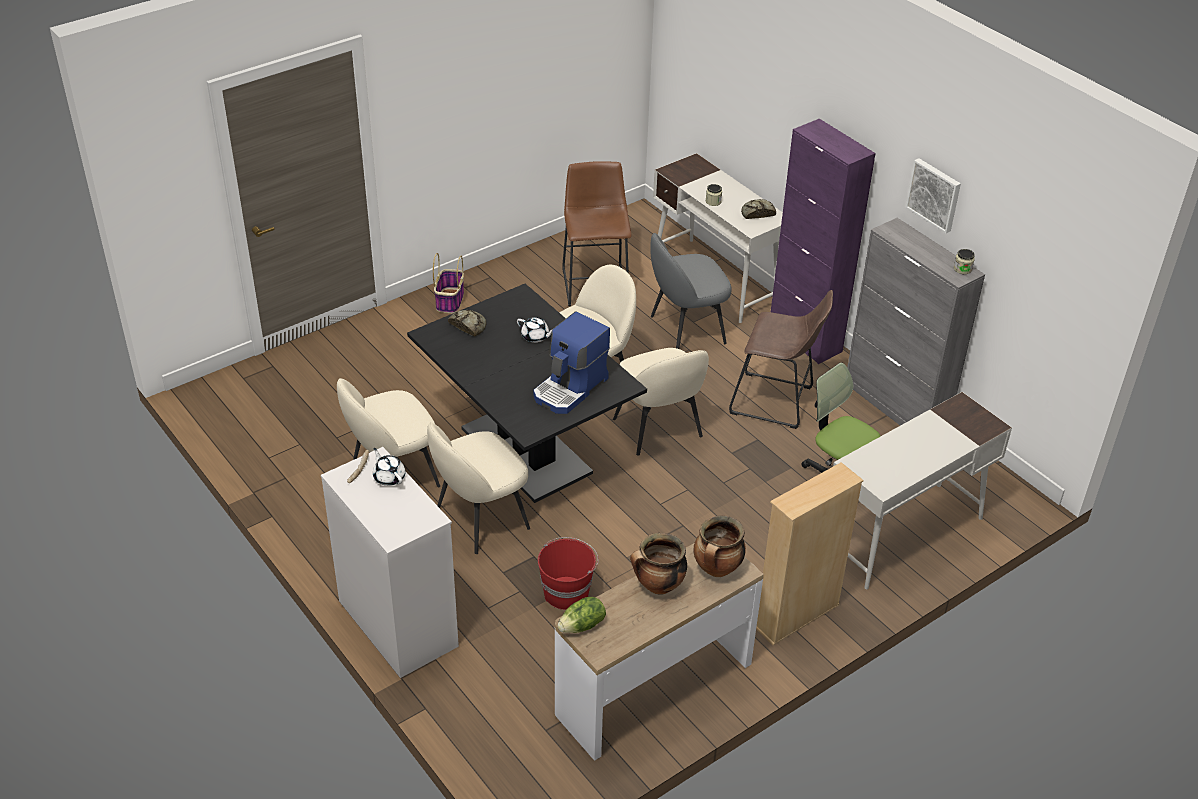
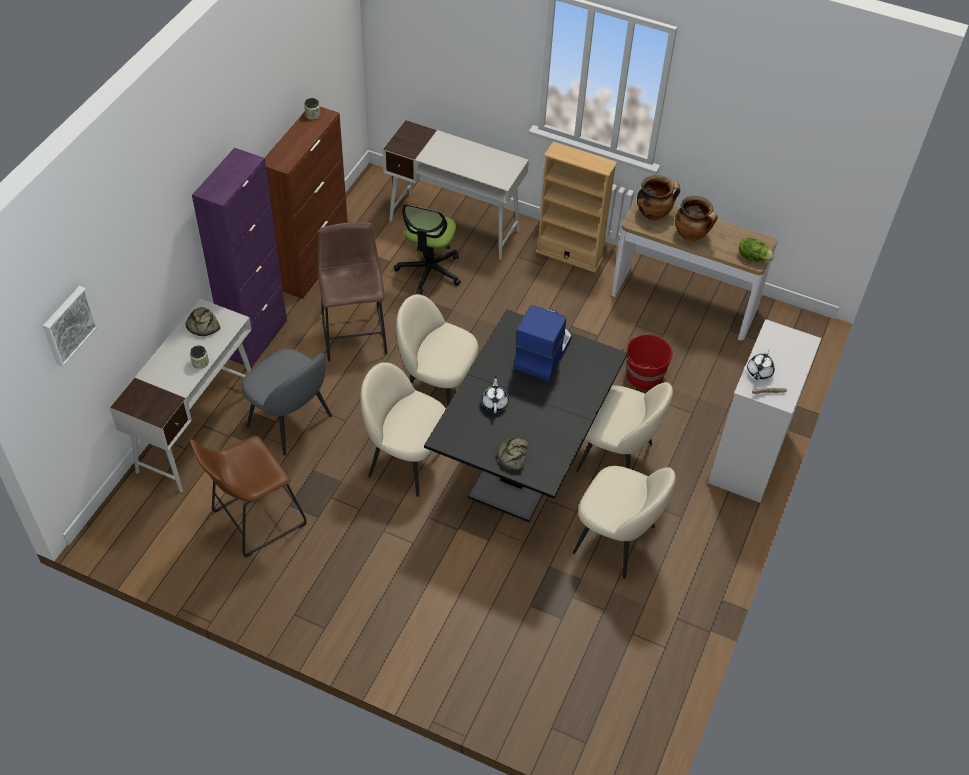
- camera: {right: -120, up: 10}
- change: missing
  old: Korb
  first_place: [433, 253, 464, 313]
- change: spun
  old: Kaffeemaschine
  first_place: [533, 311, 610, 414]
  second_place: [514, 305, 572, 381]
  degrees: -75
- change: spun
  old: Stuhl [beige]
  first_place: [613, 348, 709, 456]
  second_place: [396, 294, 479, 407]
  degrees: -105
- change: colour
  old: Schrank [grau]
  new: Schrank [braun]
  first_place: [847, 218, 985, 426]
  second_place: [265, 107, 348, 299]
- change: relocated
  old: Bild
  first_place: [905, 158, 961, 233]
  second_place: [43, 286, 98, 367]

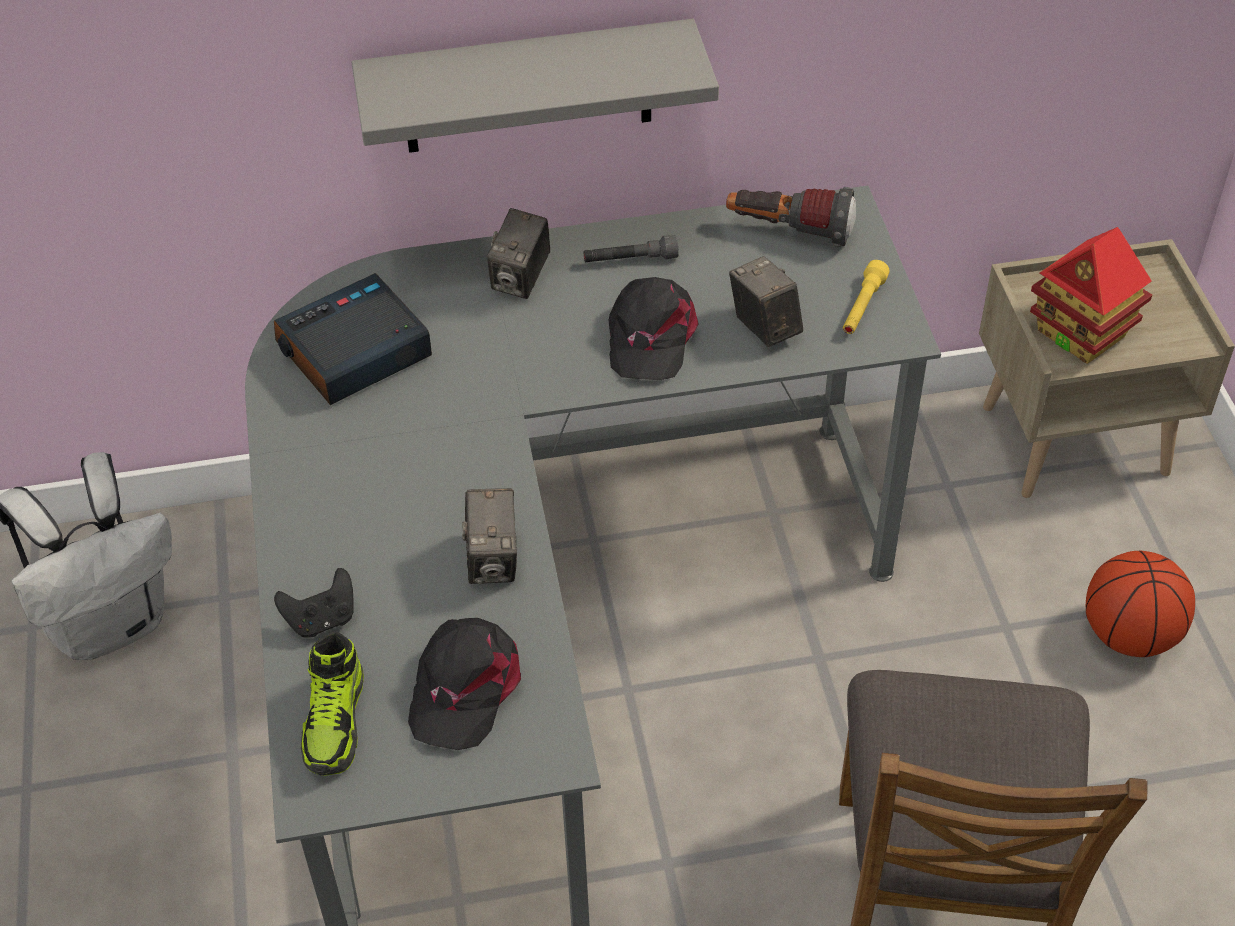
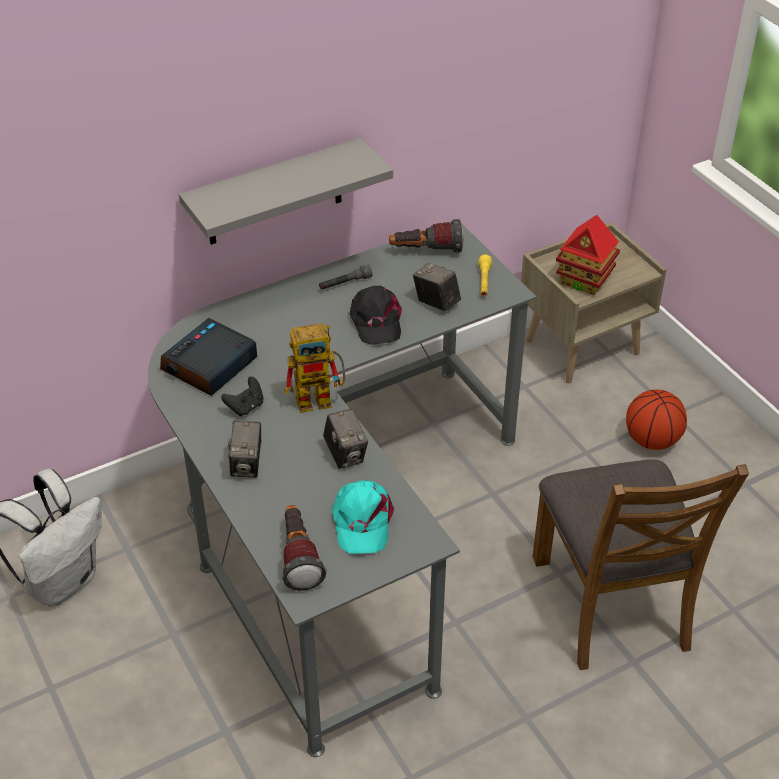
- camera: {right: -20, up: -5}
- change: relocated
  old: Gamepad [schwarz]
  first_place: [274, 568, 353, 638]
  second_place: [221, 377, 264, 416]
- change: exchanged
  old: Schuh
  new: Taschenlampe
  first_place: [301, 632, 364, 775]
  second_place: [281, 505, 327, 591]
- change: colour
  old: Kappe [schwarz]
  new: Kappe [türkis]
  first_place: [408, 618, 521, 750]
  second_place: [332, 480, 394, 554]
- change: relocated
  old: Kamera
  first_place: [487, 208, 550, 299]
  second_place: [227, 420, 261, 478]
- change: appeared
  new: Spielzeugroboter
  second_place: [284, 323, 345, 413]

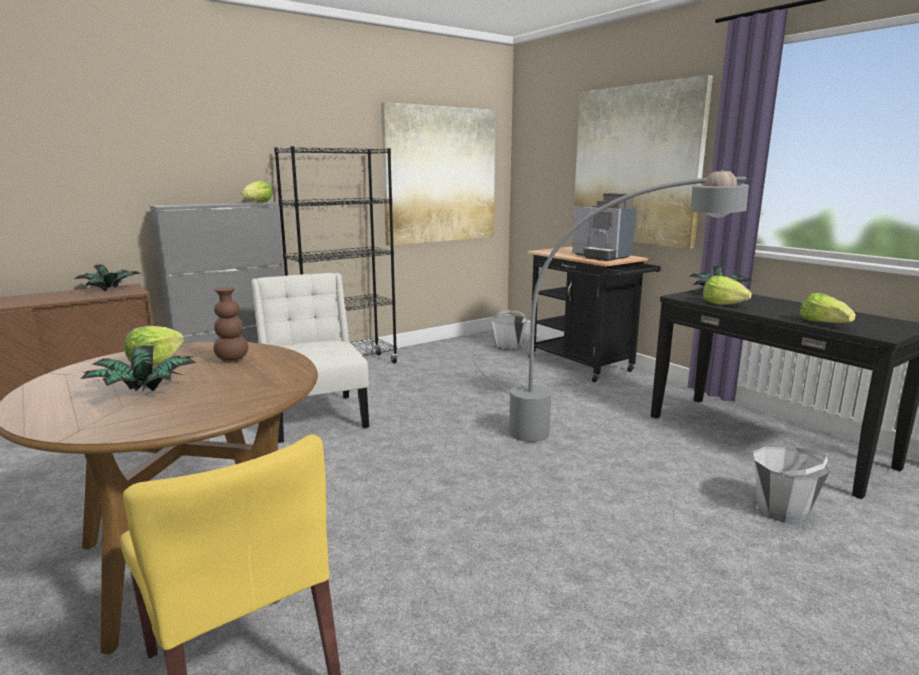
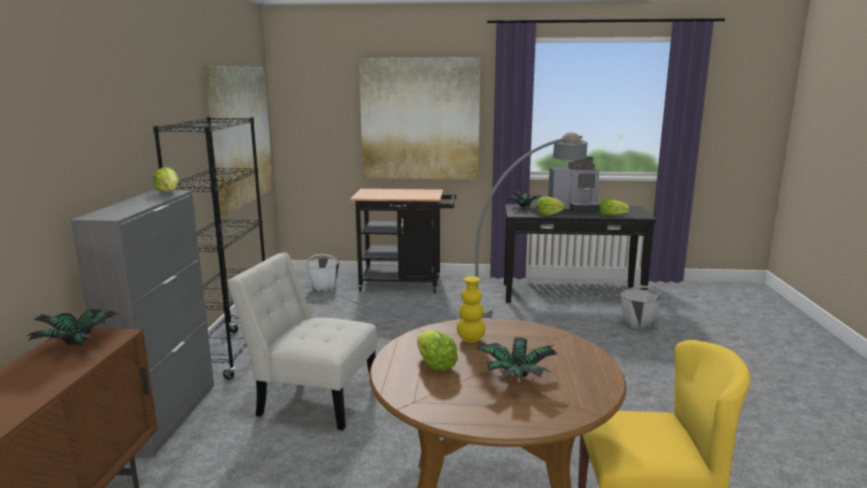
- camera: {right: -50, up: 0}
- change: colour
  old: Vase [braun]
  new: Vase [gelb]
  first_place: [213, 287, 248, 363]
  second_place: [457, 276, 485, 343]
- change: relocated
  old: Kaffeemaschine
  first_place: [572, 193, 636, 261]
  second_place: [548, 156, 599, 213]

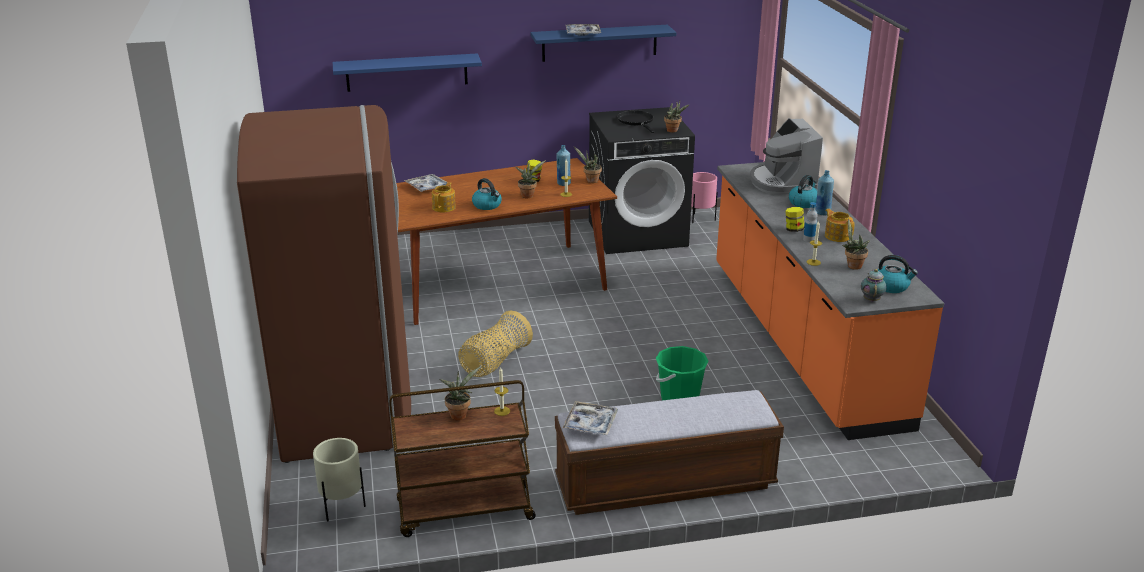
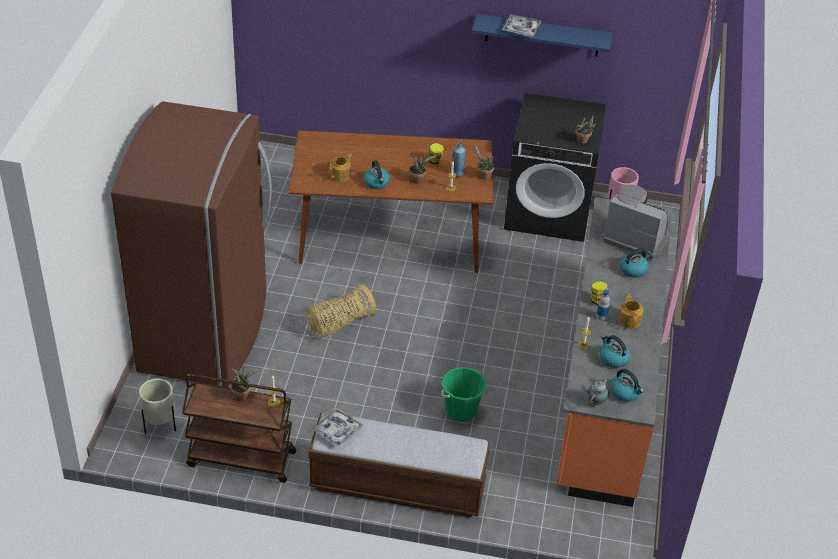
- camera: {right: 20, up: 15}
- change: missing
  old: Wandregal [blau]
  first_place: [333, 53, 482, 92]
- change: missing
  old: Tablett
  first_place: [404, 174, 448, 192]
- change: missing
  old: Pfanne [schwarz]
  first_place: [617, 111, 655, 133]
- change: spun
  old: Kaffeemaschine
  first_place: [750, 118, 823, 194]
  second_place: [602, 185, 669, 260]
  degrees: 105
- change: missing
  old: Flasche [blau]
  first_place: [816, 170, 834, 215]
- change: exchanged
  old: Topfpflanze
  new: Wasserkessel
  first_place: [842, 219, 870, 270]
  second_place: [600, 335, 630, 368]

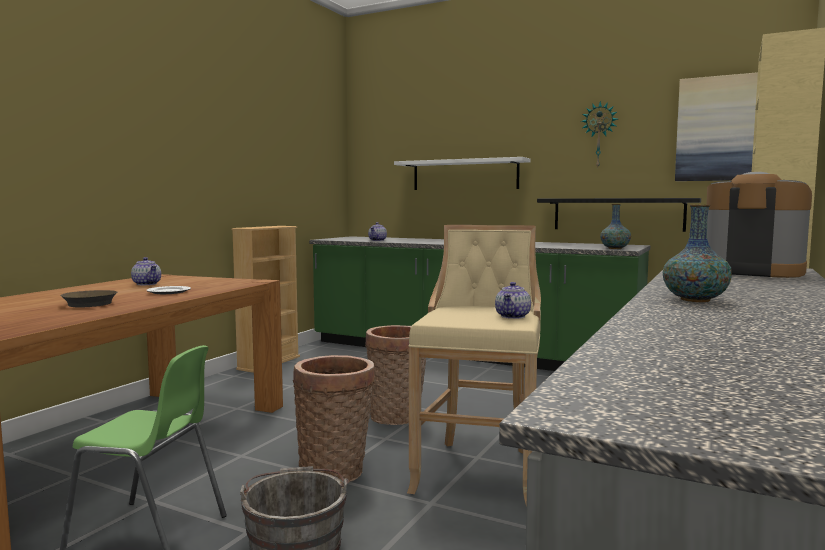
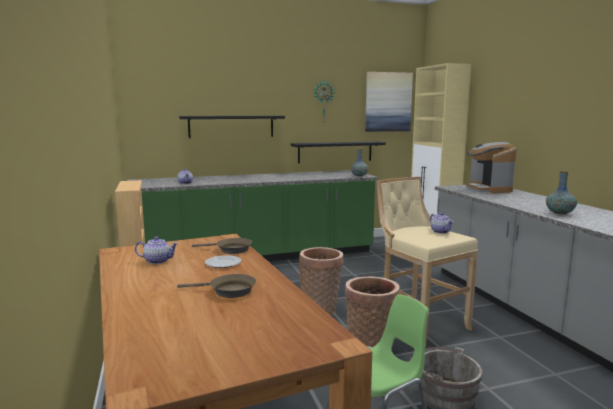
- camera: {right: -45, up: 5}
- change: colour
  old: Wandregal [weiß]
  new: Wandregal [schwarz]
  first_place: [394, 157, 531, 190]
  second_place: [179, 116, 285, 138]
- change: spun
  old: Kaffeemaschine
  first_place: [707, 172, 812, 278]
  second_place: [466, 142, 517, 193]
  degrees: -90
- change: appeared
  new: Pfanne [braun]
  second_place: [192, 238, 252, 254]

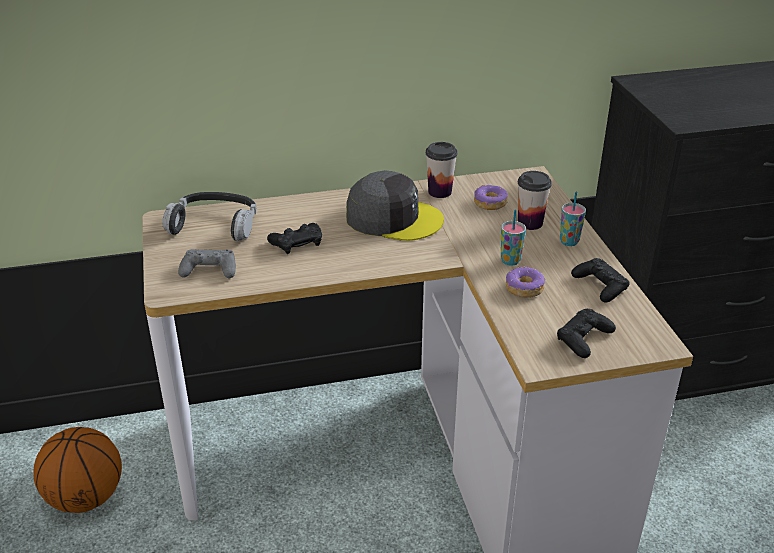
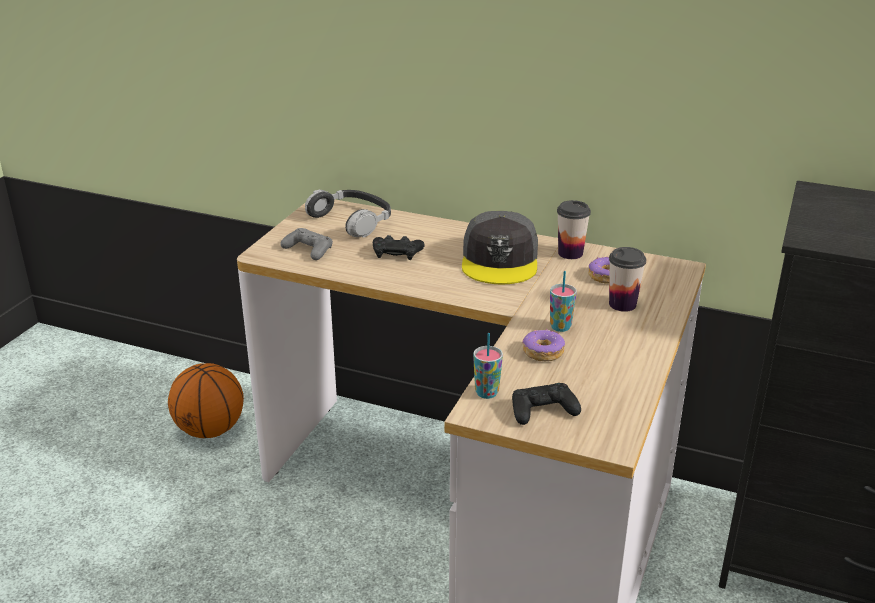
- camera: {right: 35, up: -5}
- change: spun
  old: Kappe [grau]
  first_place: [346, 170, 444, 241]
  second_place: [462, 211, 538, 285]
  degrees: 45
- change: relocated
  old: Tasse
  first_place: [560, 191, 586, 246]
  second_place: [473, 333, 503, 399]
- change: missing
  old: Gamepad [schwarz]
  first_place: [571, 258, 630, 303]

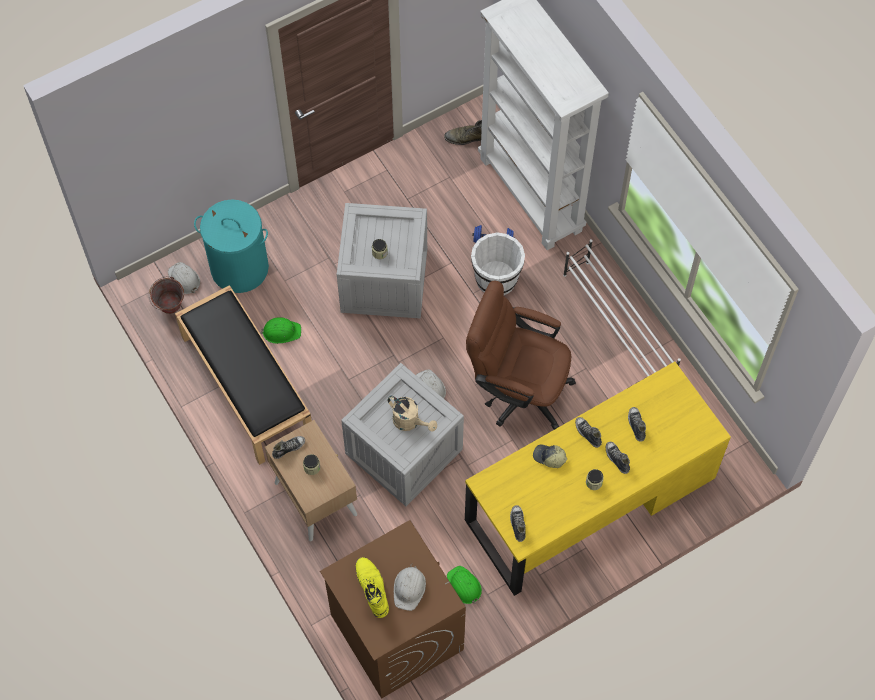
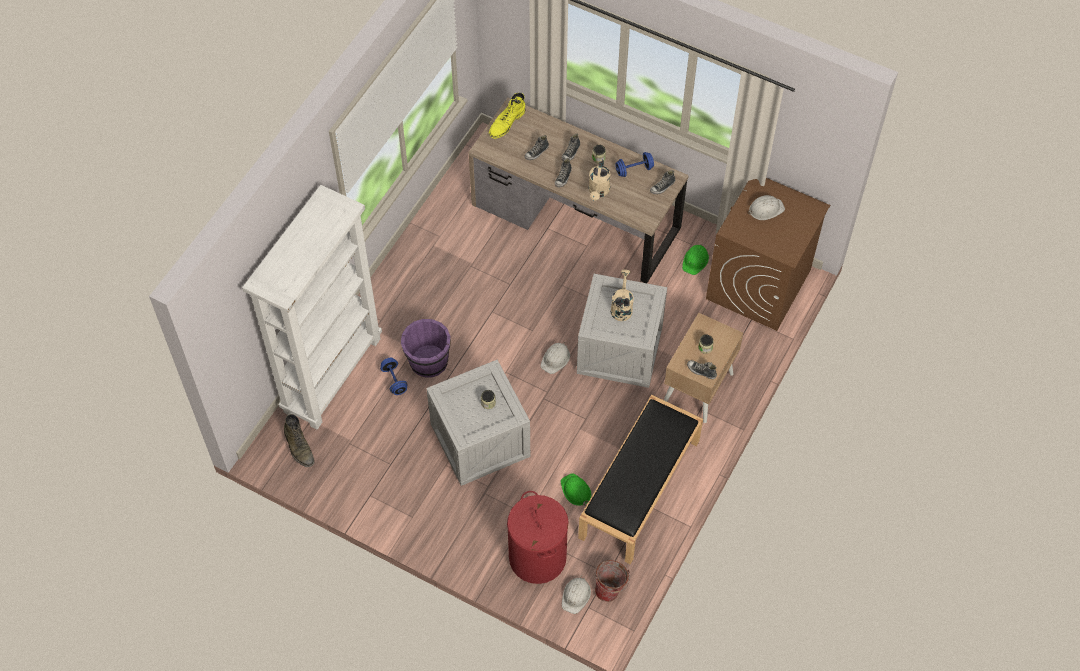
- camera: {right: -120, up: -5}
- change: colour
  old: Wäschekorb [türkis]
  new: Wäschekorb [rot]
  first_place: [194, 199, 269, 293]
  second_place: [507, 491, 569, 584]
- change: relocated
  old: Stiefel [gelb]
  first_place: [355, 557, 389, 618]
  second_place: [489, 93, 525, 139]
- change: colour
  old: Schreibtisch [gelb]
  new: Schreibtisch [braun]
  first_place: [465, 362, 731, 596]
  second_place: [468, 98, 689, 283]
- change: missing
  old: Bürostuhl [braun]
  first_place: [466, 281, 576, 430]
- change: colour
  old: Eimer [weiß]
  new: Eimer [lila]
  first_place: [471, 232, 525, 295]
  second_place: [401, 319, 451, 378]
- change: exchanged
  old: Kappe
  new: Gießkanne [beige]
  first_place: [533, 445, 567, 468]
  second_place: [589, 159, 610, 201]
- change: missing
  old: Schuhregal [weiß]
  first_place: [563, 239, 681, 377]
- change: appeared
  new: Hantel [blau]
  second_place: [615, 152, 654, 177]

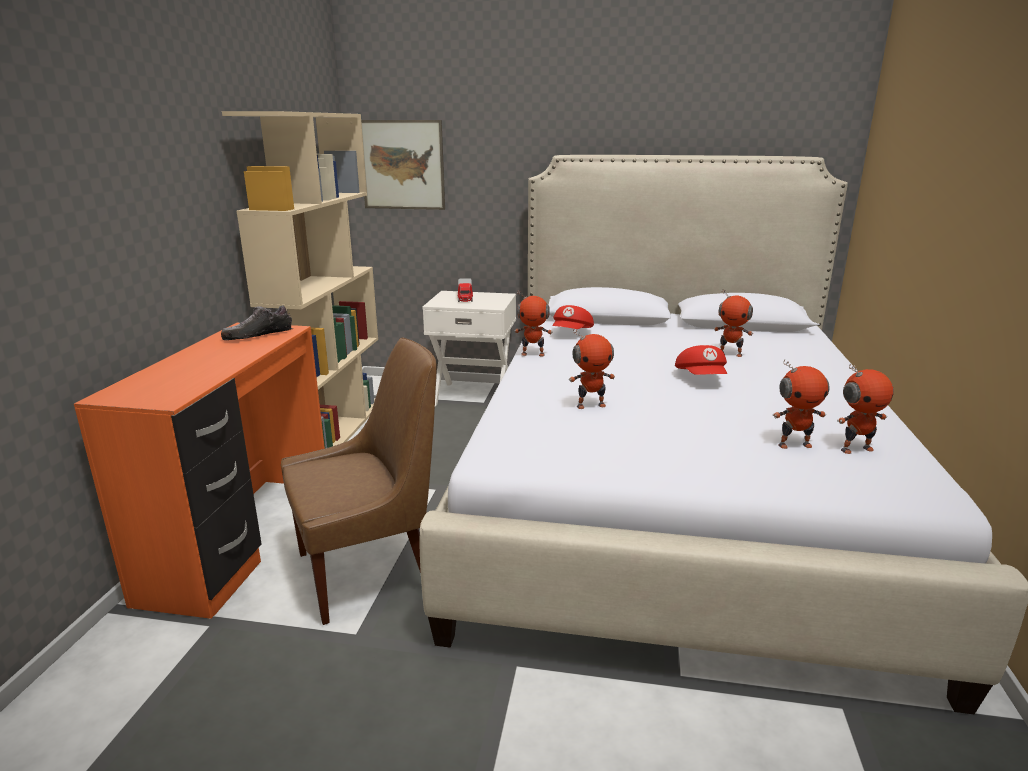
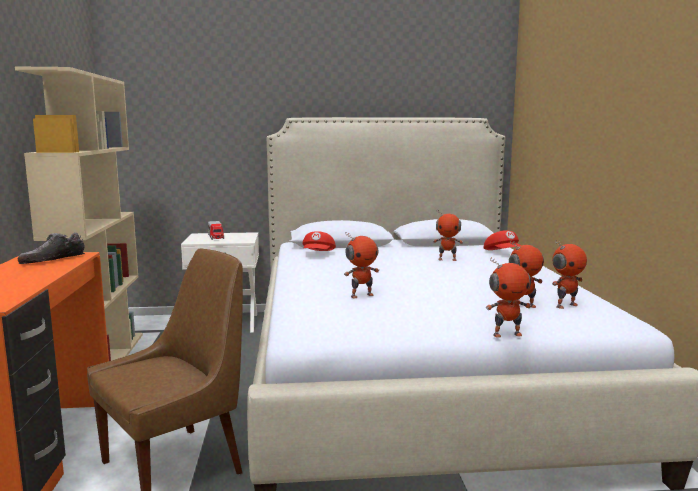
- camera: {right: -15, up: -10}
- change: missing
  old: Bild
  first_place: [361, 120, 445, 210]
- change: relocated
  old: Spielzeugroboter
  first_place: [515, 290, 552, 356]
  second_place: [486, 257, 531, 338]
- change: relocated
  old: Kappe [rot]
  first_place: [675, 345, 727, 375]
  second_place: [484, 230, 521, 250]

